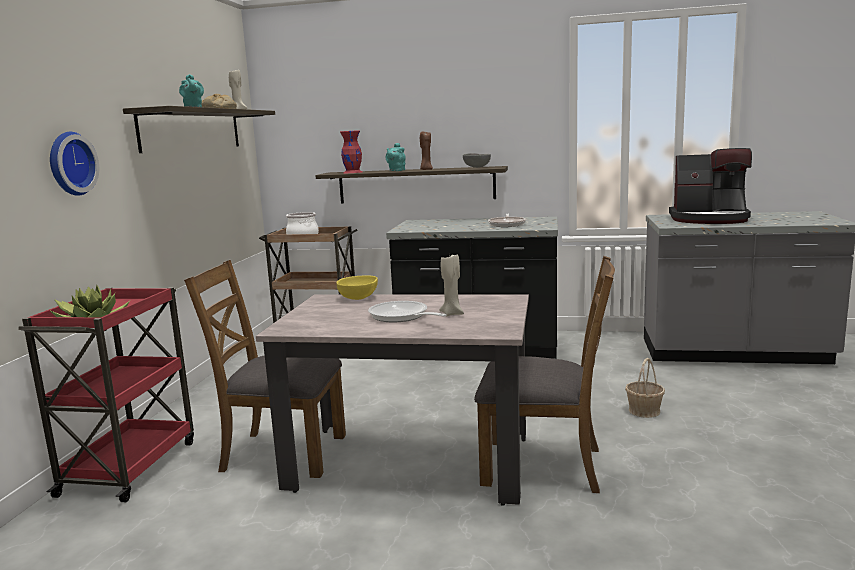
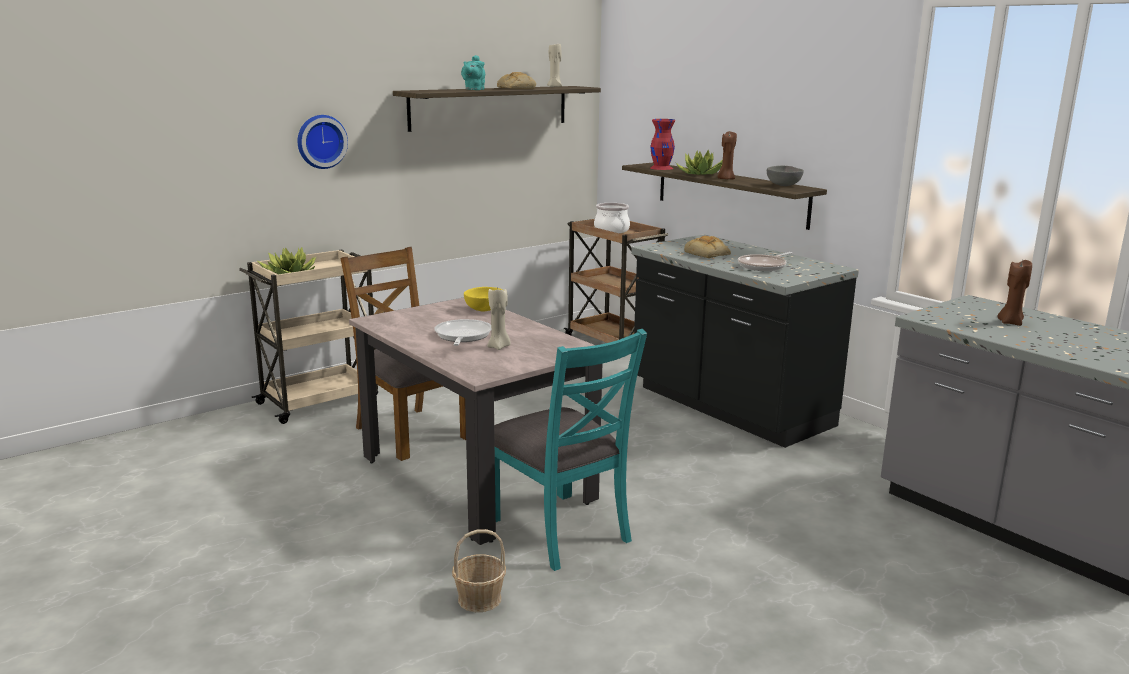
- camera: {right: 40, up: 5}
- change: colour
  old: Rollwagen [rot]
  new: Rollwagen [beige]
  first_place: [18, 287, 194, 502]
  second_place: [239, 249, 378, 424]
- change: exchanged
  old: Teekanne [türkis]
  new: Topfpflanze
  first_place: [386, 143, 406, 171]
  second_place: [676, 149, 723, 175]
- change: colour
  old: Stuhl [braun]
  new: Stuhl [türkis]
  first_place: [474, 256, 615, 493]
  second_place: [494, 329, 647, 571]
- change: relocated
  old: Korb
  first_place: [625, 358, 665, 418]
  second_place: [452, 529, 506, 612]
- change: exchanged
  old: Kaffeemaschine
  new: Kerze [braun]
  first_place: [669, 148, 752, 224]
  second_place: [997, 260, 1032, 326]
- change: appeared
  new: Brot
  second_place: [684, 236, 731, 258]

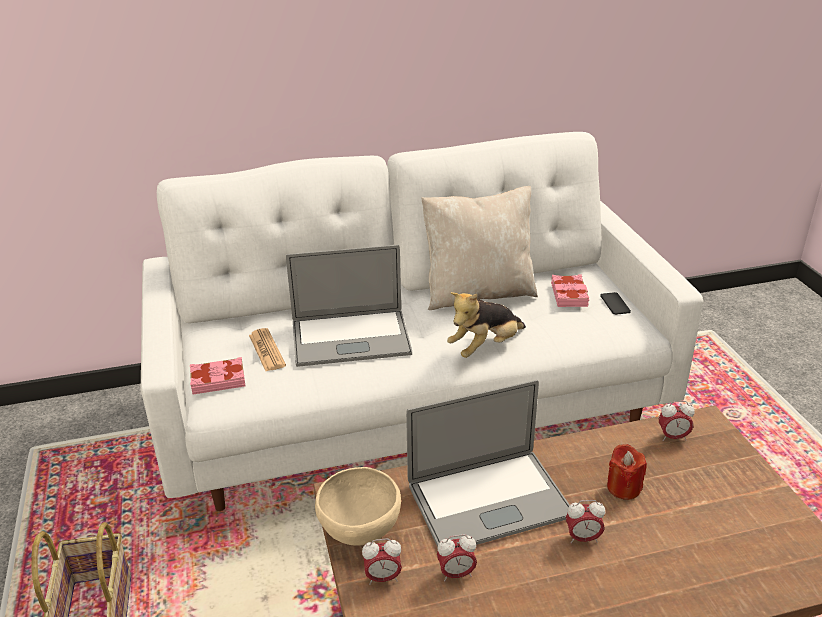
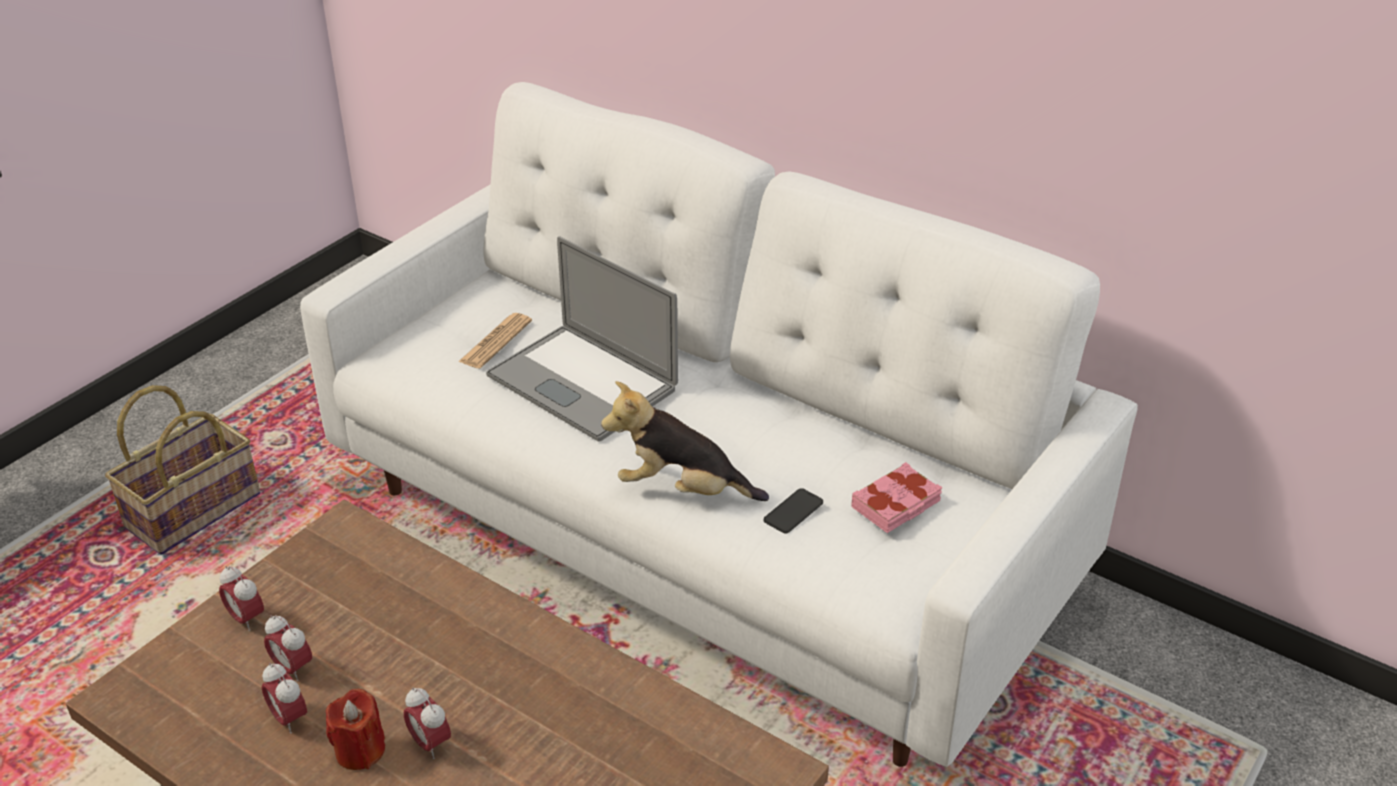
- camera: {right: 50, up: 5}
- change: missing
  old: Buch [rosa]
  first_place: [190, 357, 245, 395]
- change: missing
  old: Schüssel [beige]
  first_place: [315, 467, 401, 546]
- change: missing
  old: Laptop
  first_place: [406, 380, 570, 547]
- change: missing
  old: Kissen [beige]
  first_place: [421, 186, 538, 310]
- change: relocated
  old: Handy
  first_place: [600, 292, 631, 315]
  second_place: [764, 488, 823, 534]
- change: relocated
  old: Kerze [rot]
  first_place: [607, 444, 647, 500]
  second_place: [326, 689, 385, 770]
- change: relocated
  old: Wecker
  first_place: [659, 401, 695, 441]
  second_place: [262, 663, 307, 734]

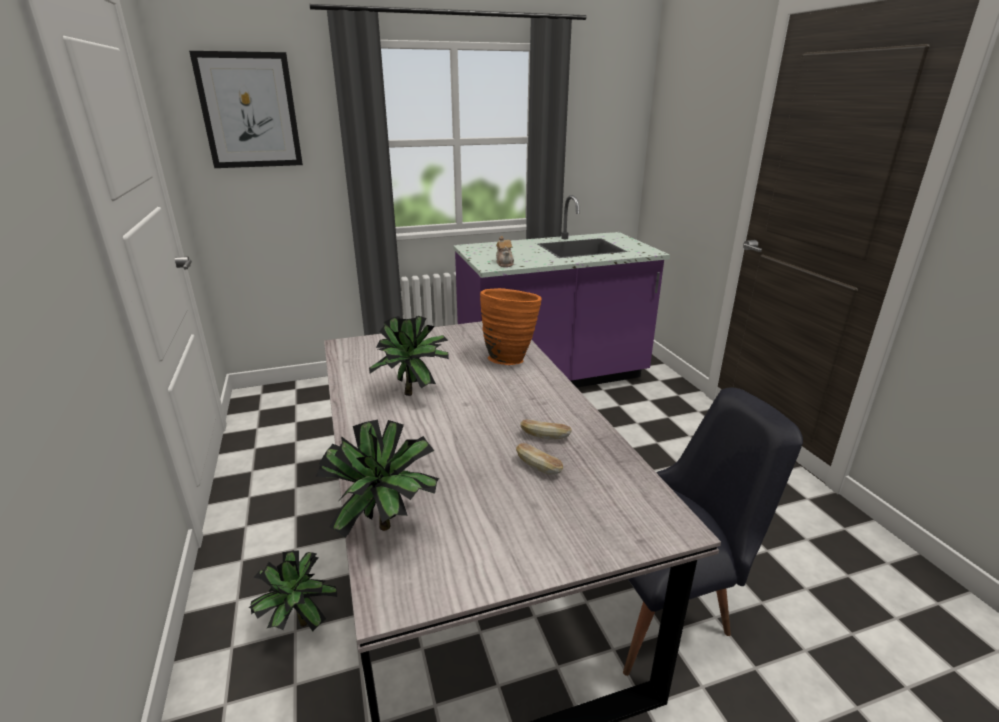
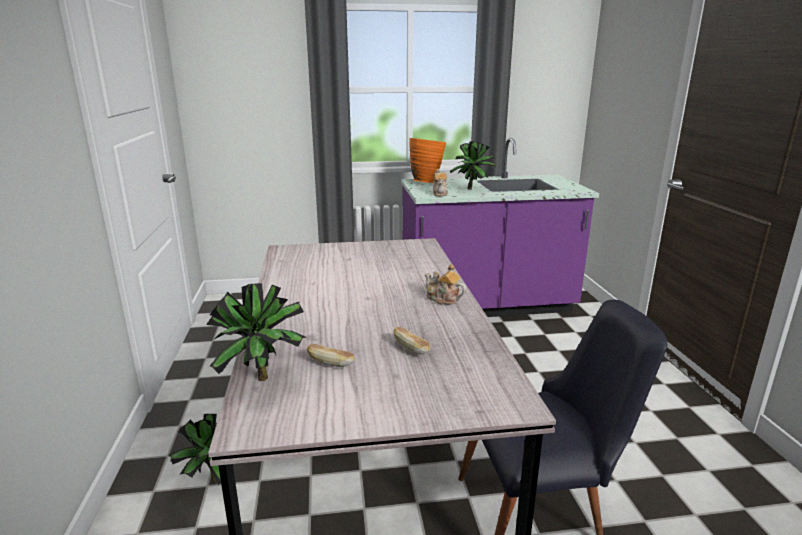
- camera: {right: 10, up: -5}
- change: missing
  old: Bild
  first_place: [189, 51, 303, 168]
- change: relocated
  old: Topfpflanze
  first_place: [369, 316, 449, 396]
  second_place: [450, 141, 496, 190]
- change: relocated
  old: Vase [orange]
  first_place: [480, 288, 542, 365]
  second_place: [409, 138, 446, 183]
- change: relocated
  old: Brot
  first_place: [520, 419, 572, 440]
  second_place: [307, 344, 355, 367]
- change: appeared
  new: Teekanne
  second_place: [425, 264, 466, 304]

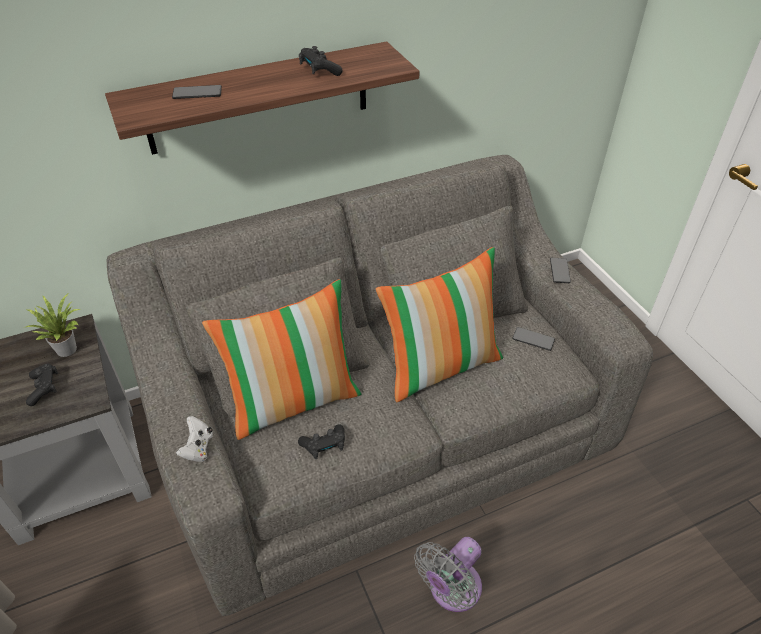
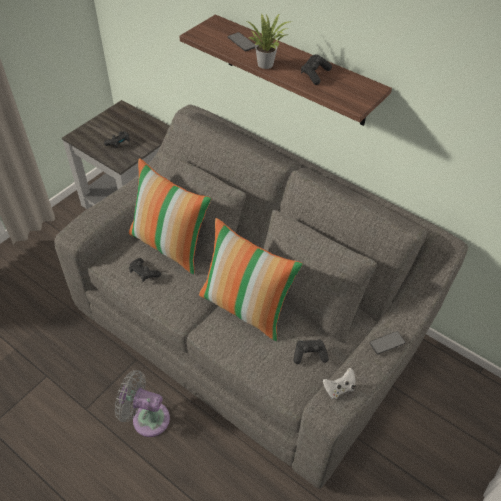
- camera: {right: 60, up: 5}
- change: relocated
  old: Topfpflanze
  first_place: [26, 294, 80, 357]
  second_place: [247, 13, 292, 69]
- change: relocated
  old: Gamepad [weiß]
  first_place: [176, 416, 213, 462]
  second_place: [323, 368, 356, 399]
- change: exchanged
  old: Handy
  new: Gamepad [schwarz]
  first_place: [512, 327, 555, 351]
  second_place: [294, 339, 329, 364]

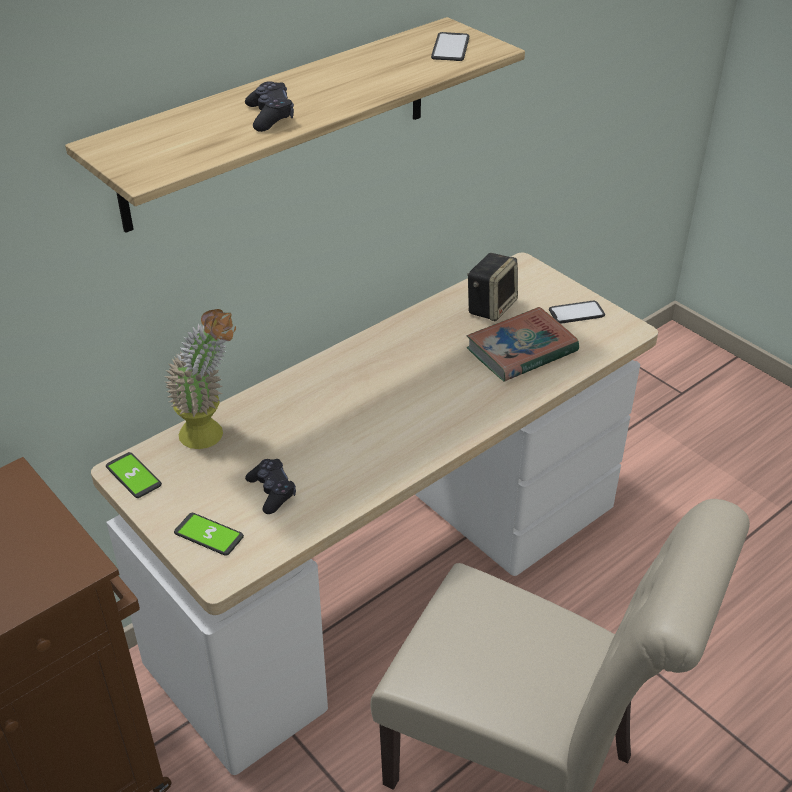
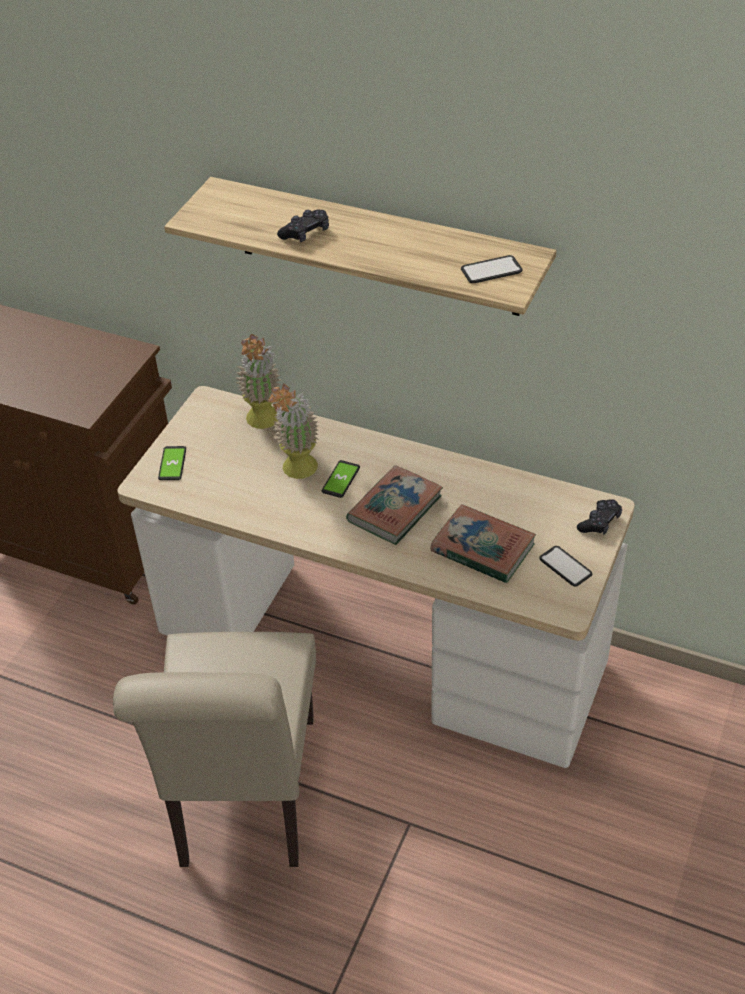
- camera: {right: 65, up: 5}
- change: relocated
  old: Handy
  first_place: [106, 452, 162, 498]
  second_place: [322, 460, 360, 498]
- change: relocated
  old: Gamepad [schwarz]
  first_place: [245, 459, 296, 514]
  second_place: [577, 499, 622, 535]
- change: missing
  old: Lautsprecher
  first_place: [467, 253, 518, 321]
- change: appeared
  new: Topfpflanze
  second_place: [268, 384, 319, 479]
- change: appeared
  new: Buch
  second_place: [346, 465, 443, 545]

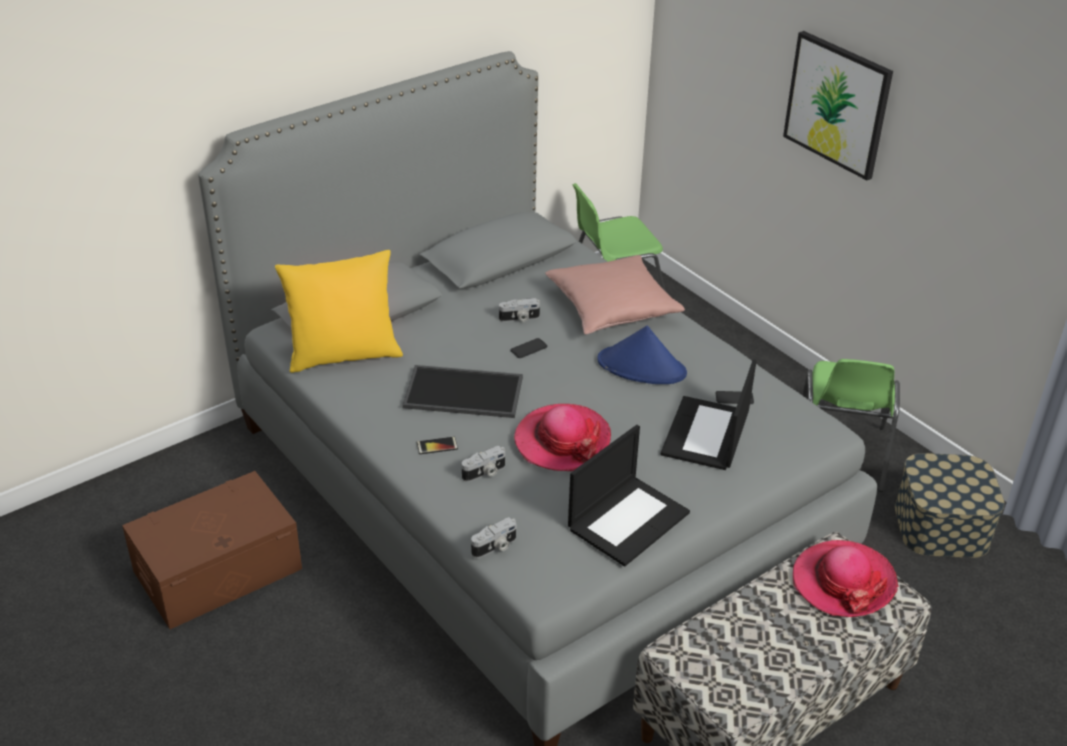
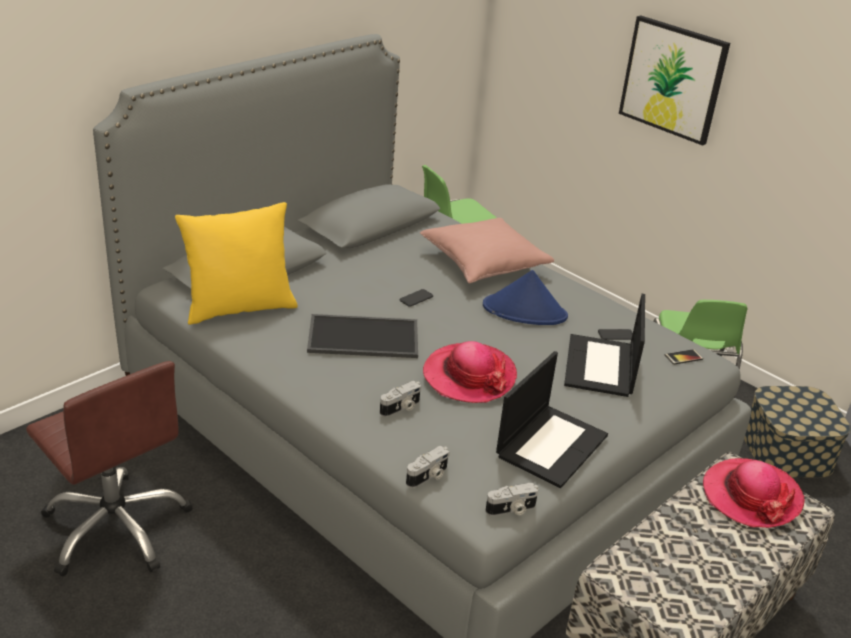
- camera: {right: -10, up: -5}
- change: exchanged
  old: Aufbewahrungsbox [braun]
  new: Bürostuhl [braun]
  first_place: [122, 471, 302, 629]
  second_place: [26, 361, 193, 576]
- change: relocated
  old: Handy
  first_place: [417, 437, 458, 454]
  second_place: [665, 349, 703, 365]
- change: relocated
  old: Kamera
  first_place: [499, 298, 540, 322]
  second_place: [485, 483, 538, 516]

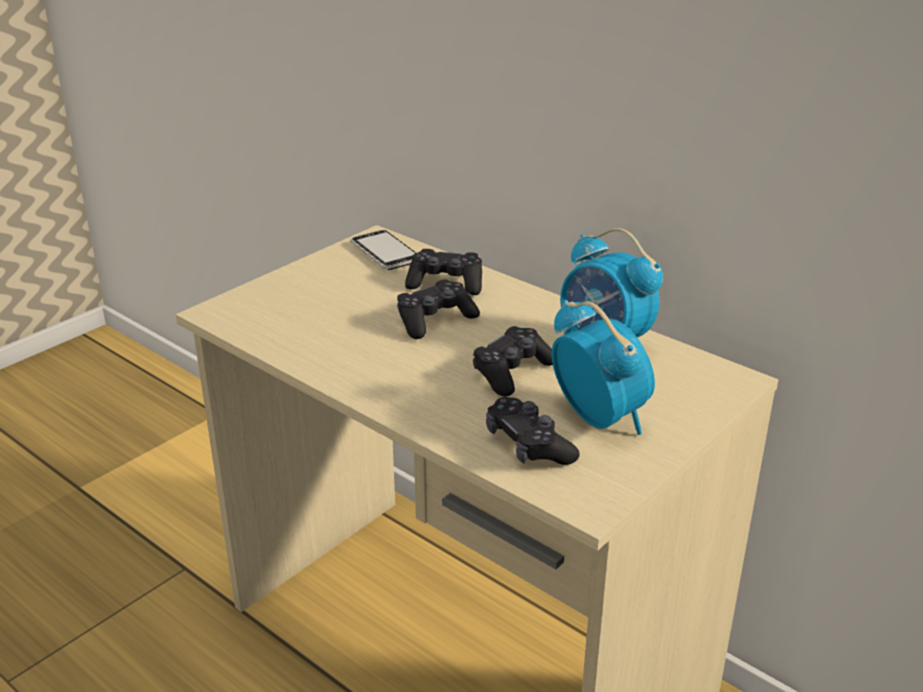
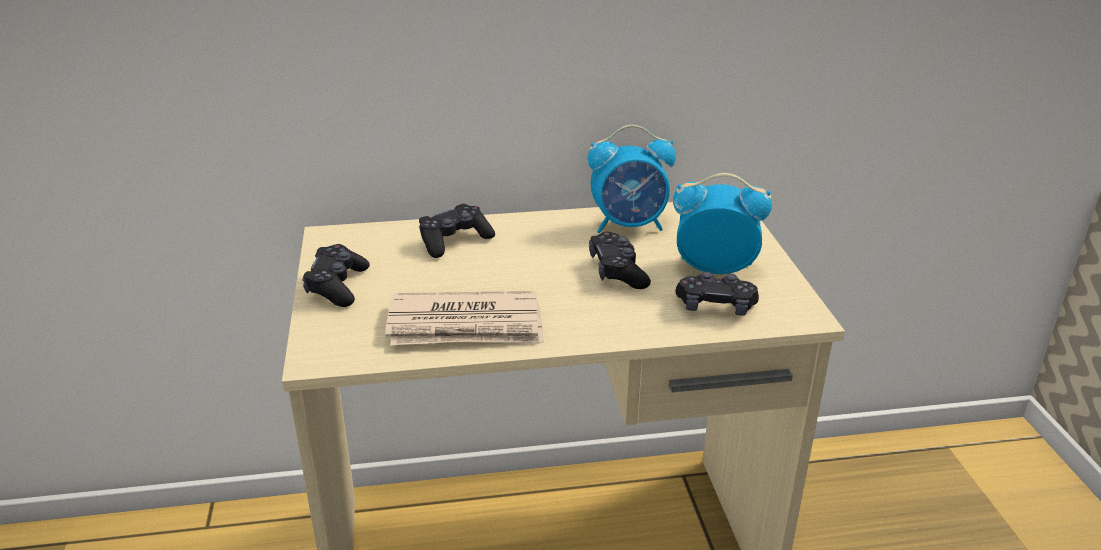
- camera: {right: -50, up: 0}
- change: missing
  old: Handy
  first_place: [351, 230, 416, 270]
- change: relocated
  old: Gamepad [schwarz]
  first_place: [397, 279, 480, 339]
  second_place: [302, 244, 370, 307]
- change: appeared
  new: Zeitung
  second_place: [385, 291, 544, 345]

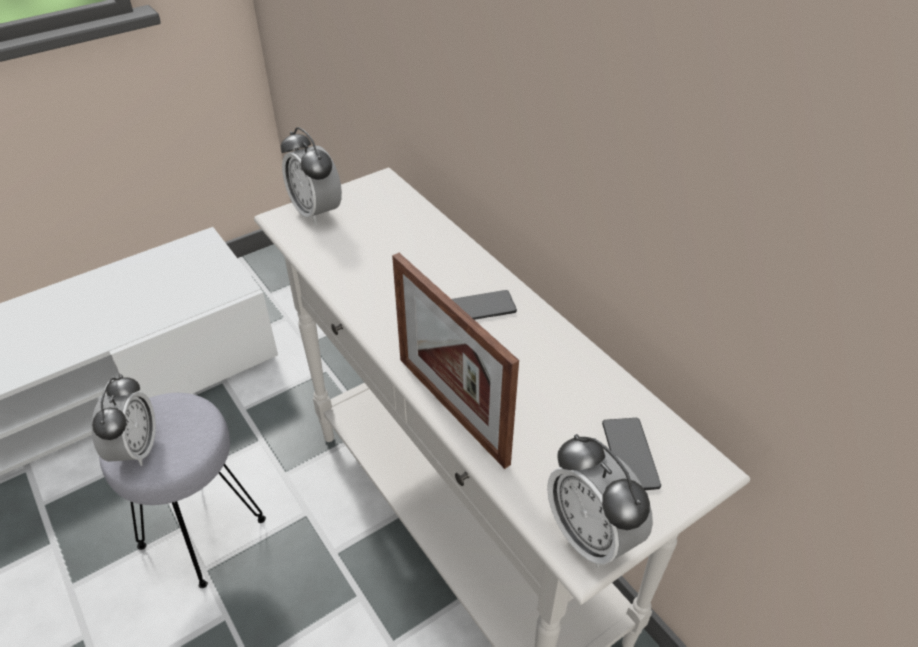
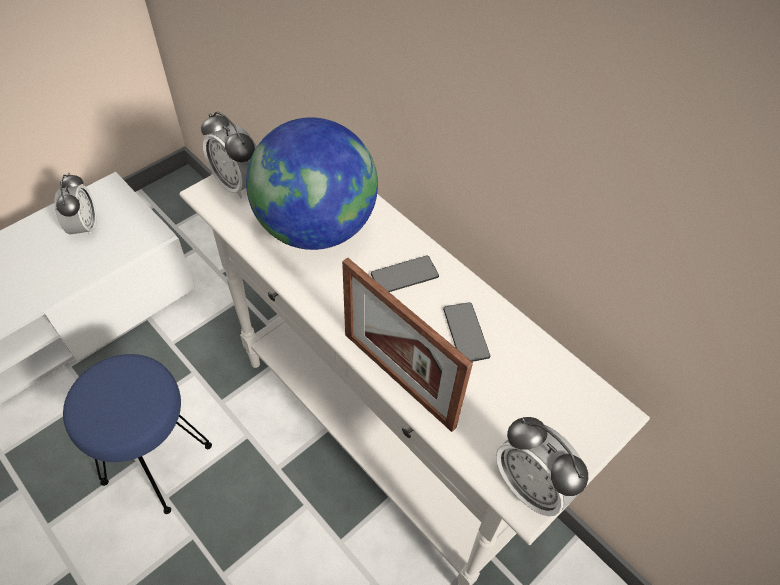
- camera: {right: -10, up: 10}
- change: relocated
  old: Wecker
  first_place: [92, 374, 156, 466]
  second_place: [54, 173, 97, 237]
- change: colour
  old: Hocker [grau]
  new: Hocker [blau]
  first_place: [99, 393, 266, 588]
  second_place: [63, 354, 212, 514]
- change: relocated
  old: Handy
  first_place: [602, 418, 661, 490]
  second_place: [443, 302, 490, 362]
- change: appeared
  new: Globus
  second_place: [246, 117, 378, 250]

